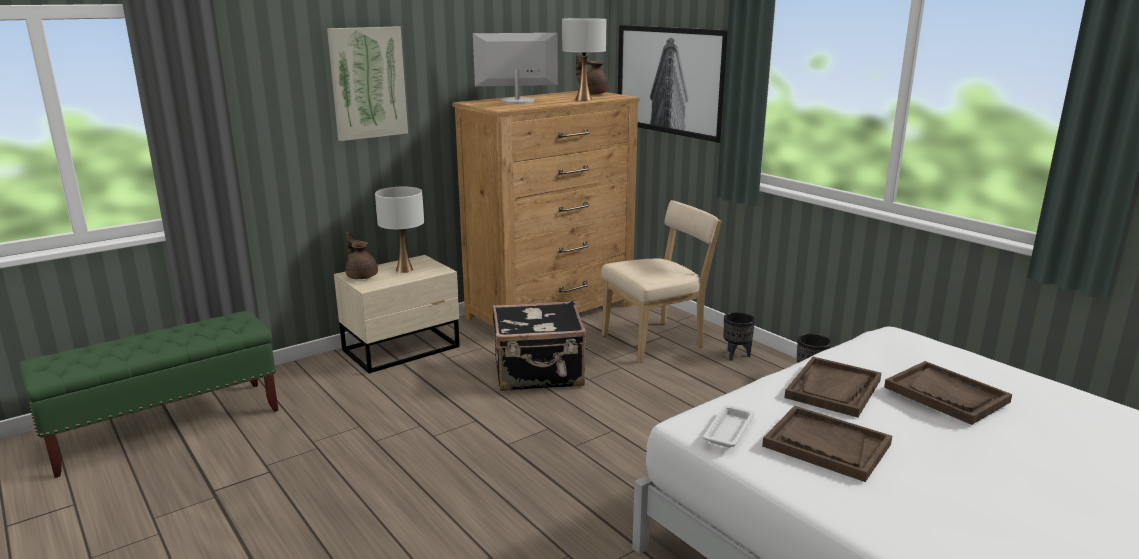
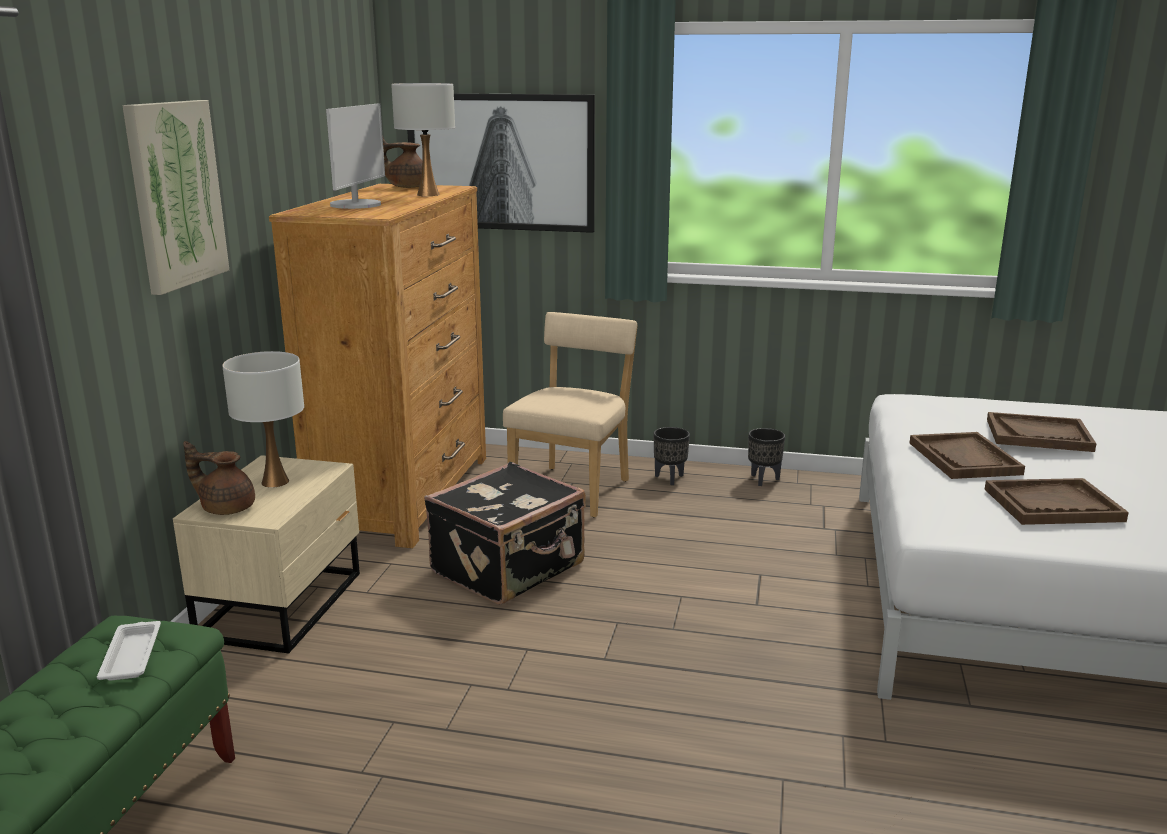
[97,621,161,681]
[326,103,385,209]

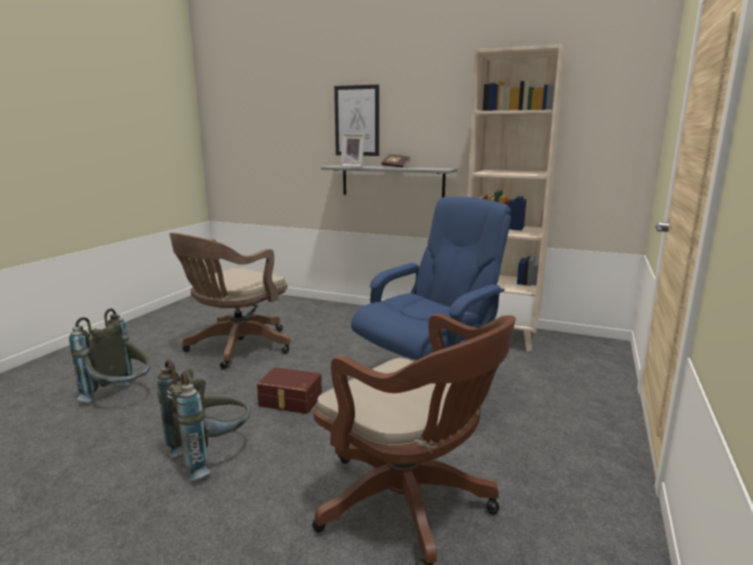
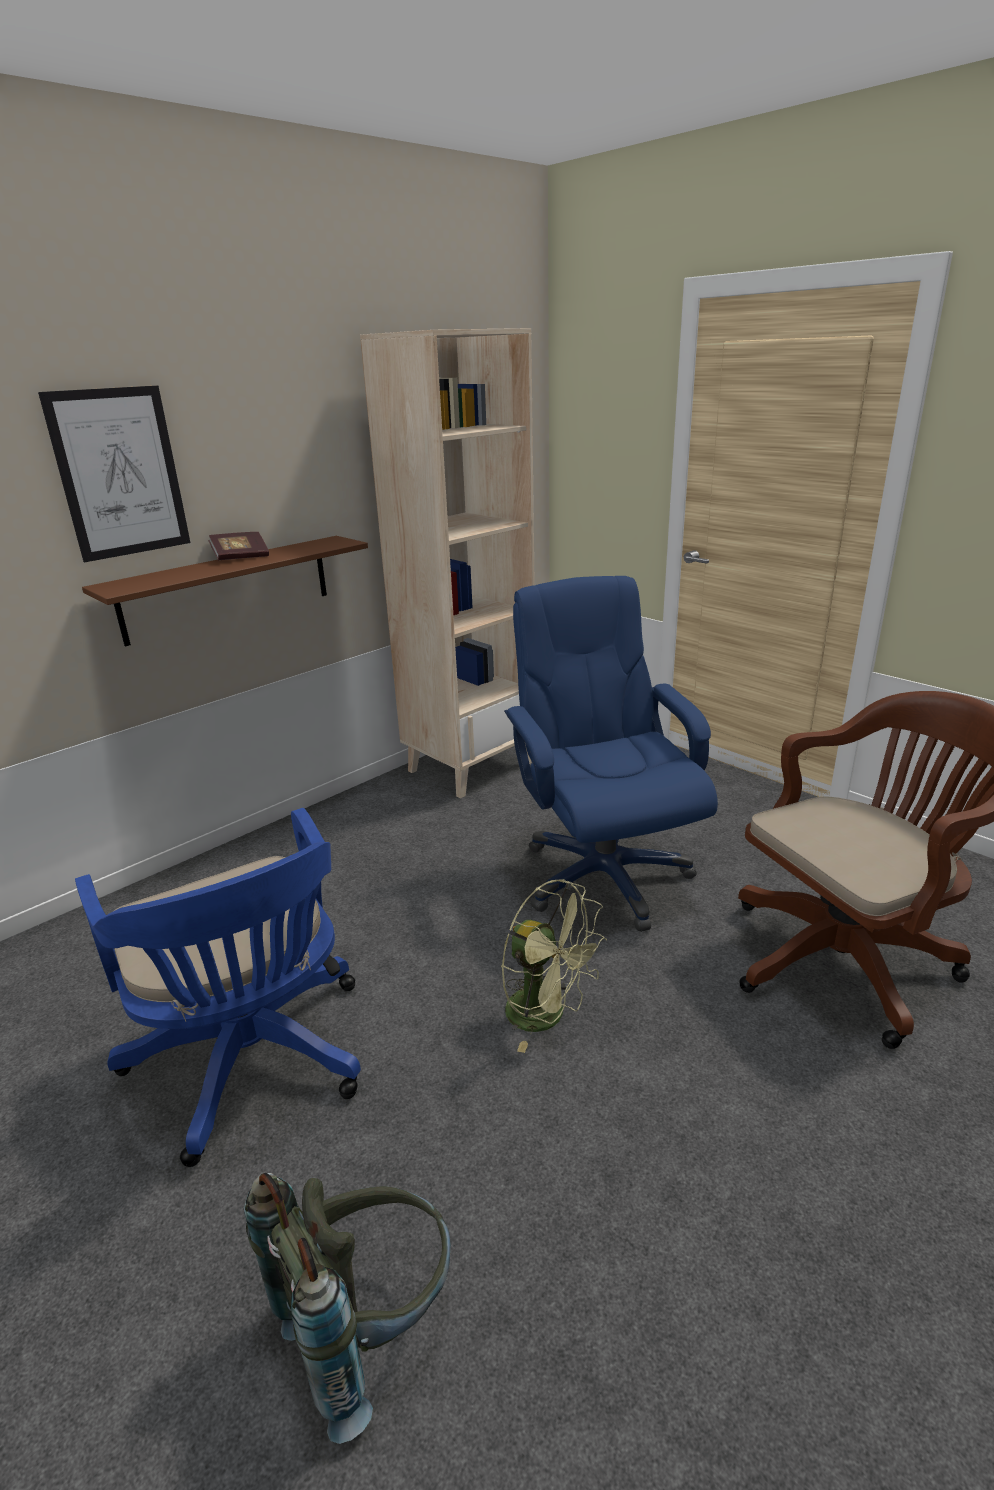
[75,808,361,1167]
[82,536,368,646]
[501,879,607,1053]
[157,360,250,481] (first image)
[340,134,365,167] (first image)

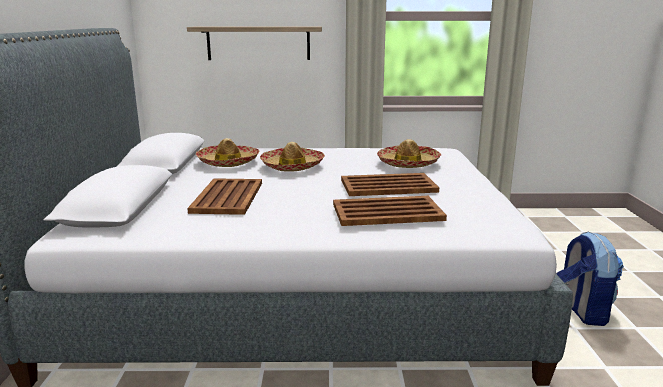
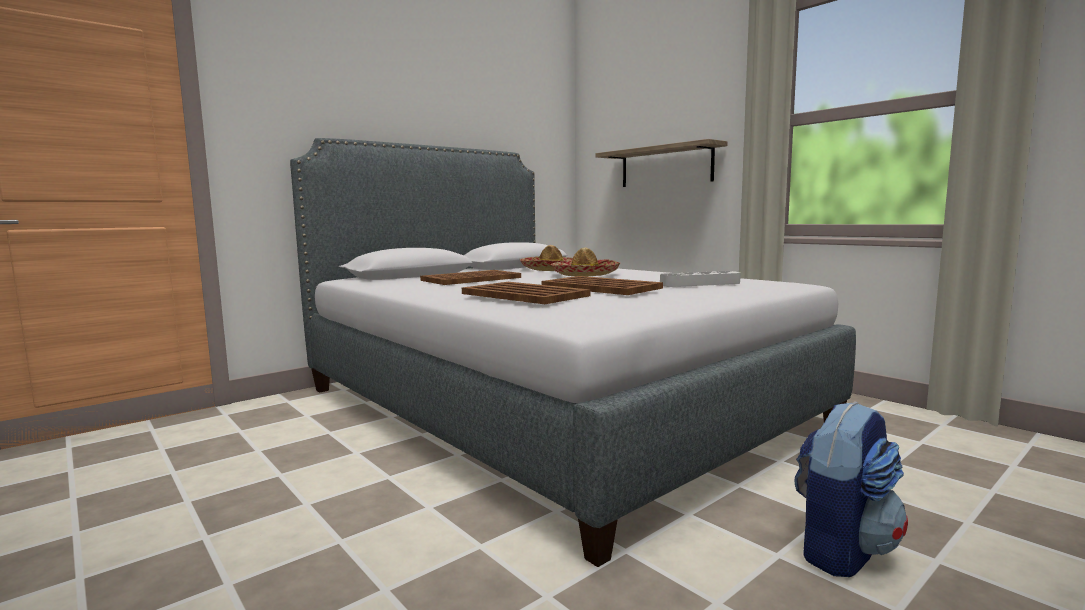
[660,271,740,287]

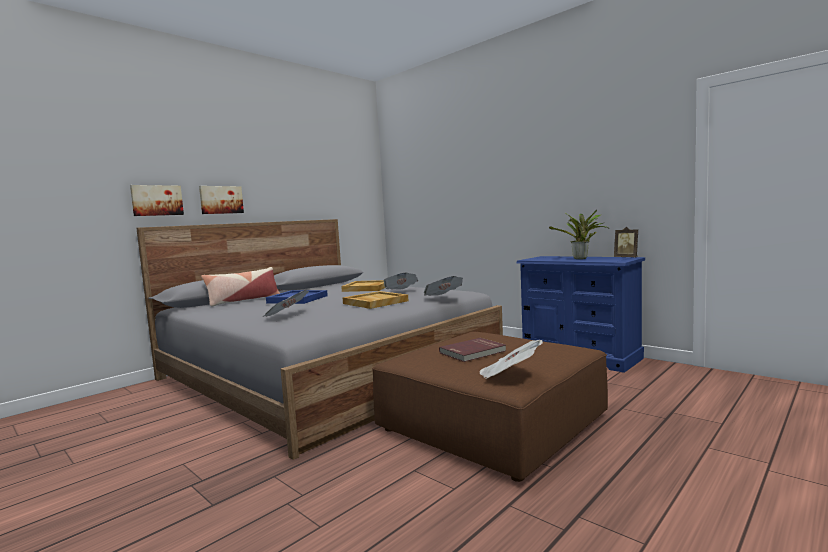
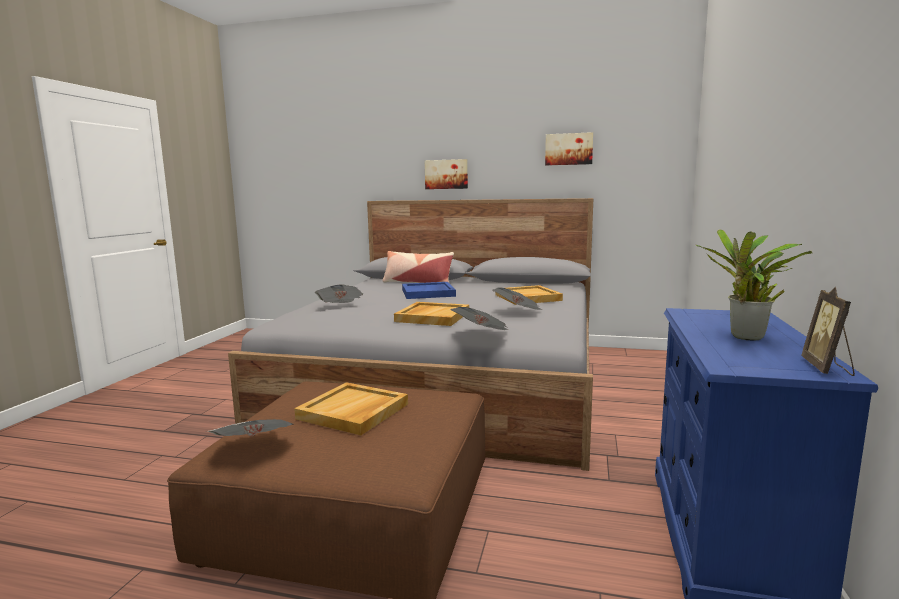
[294,382,408,435]
[545,132,593,165]

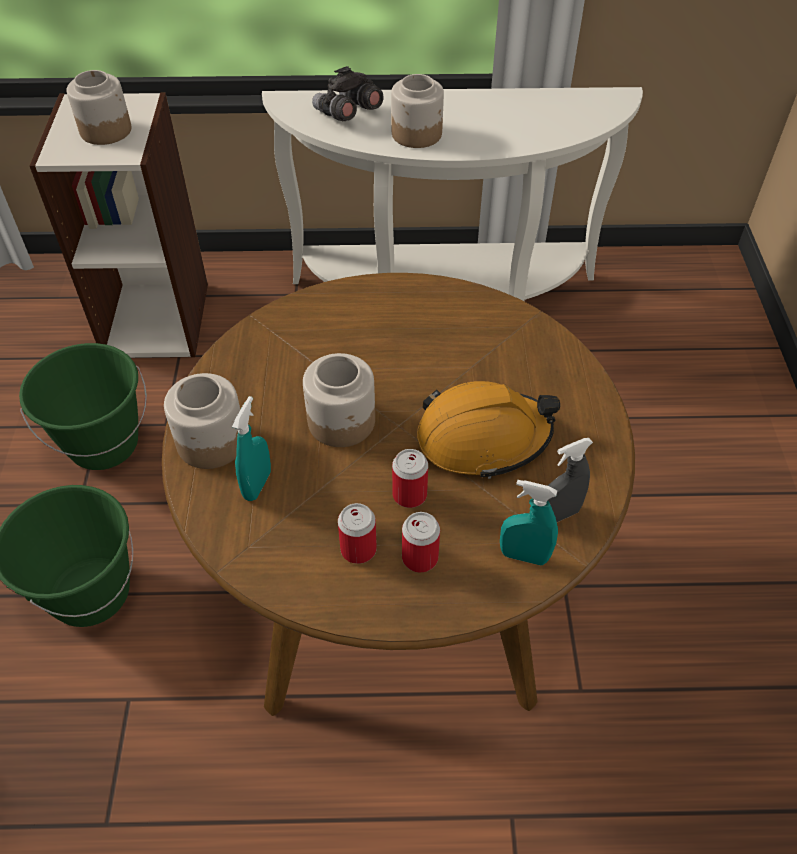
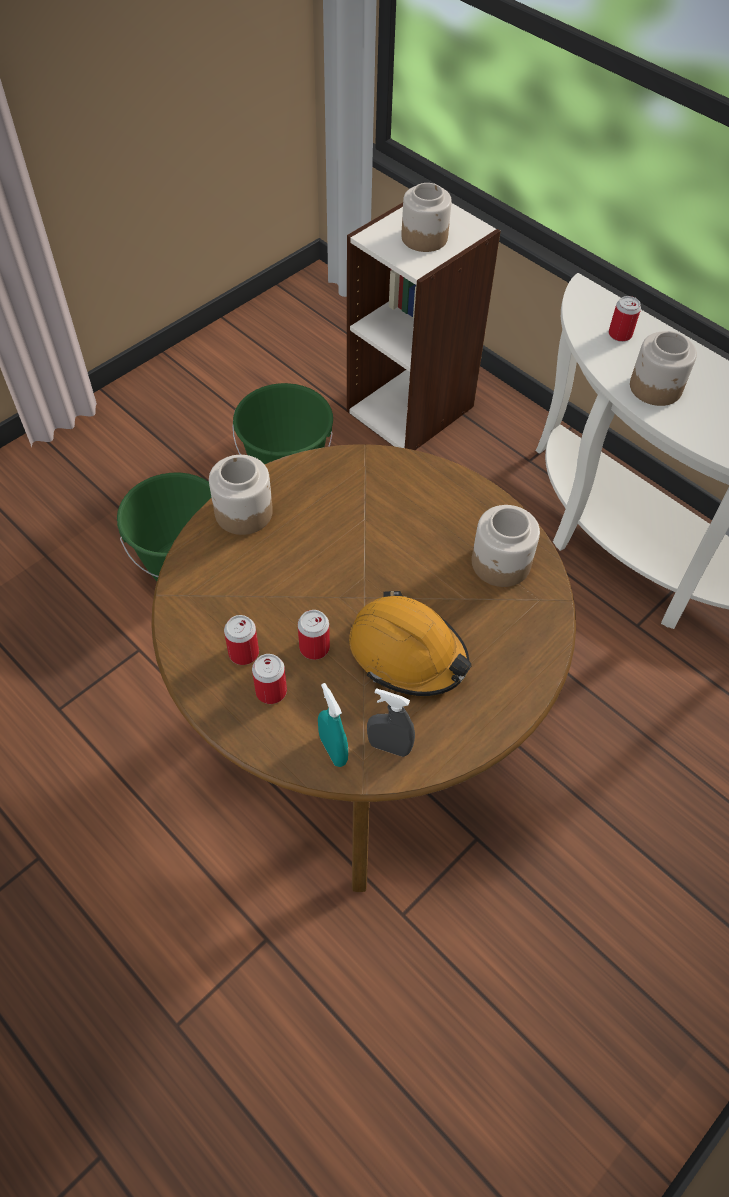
[472,505,540,587]
[609,296,641,342]
[232,396,271,501] (first image)

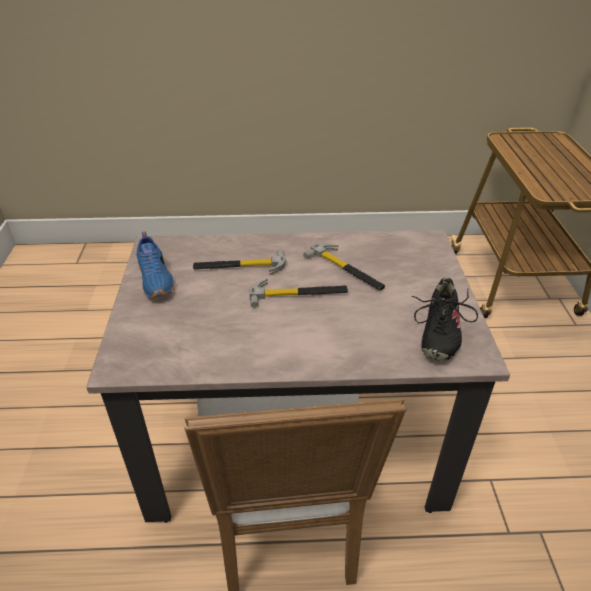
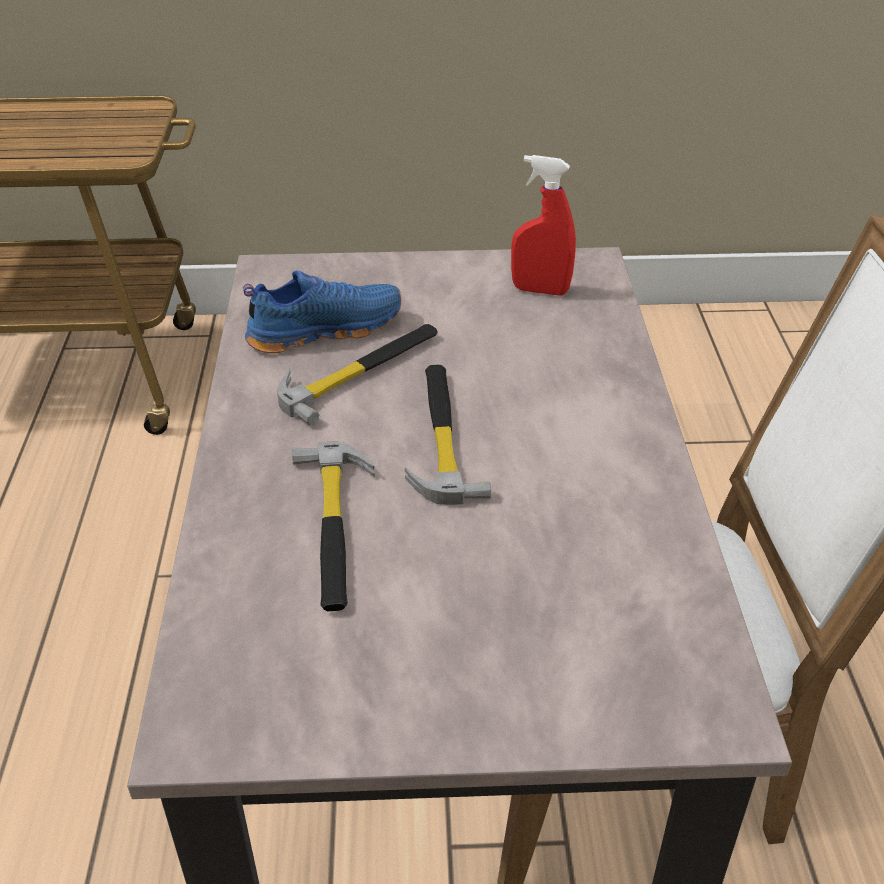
[243,270,402,353]
[511,155,576,296]

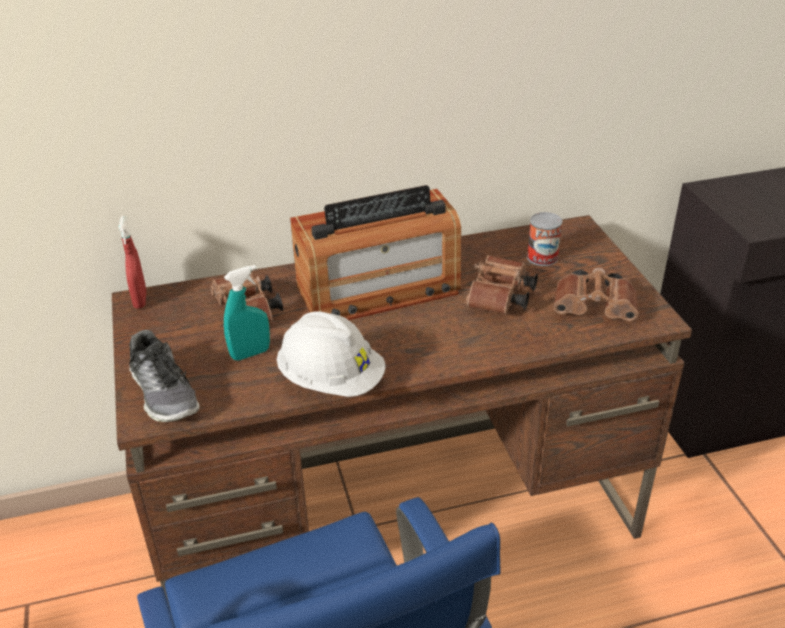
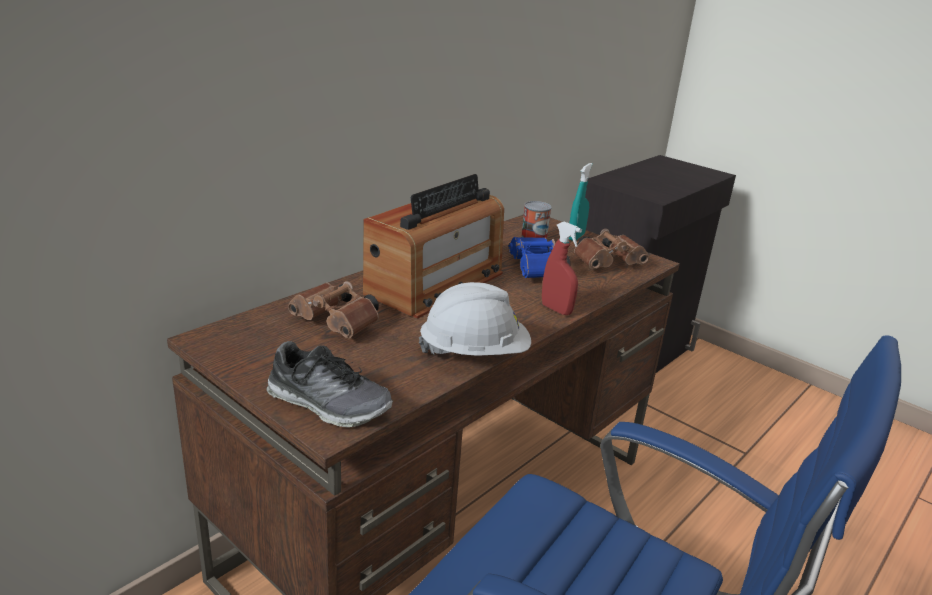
[508,237,571,278]
[542,222,582,315]
[569,163,593,241]

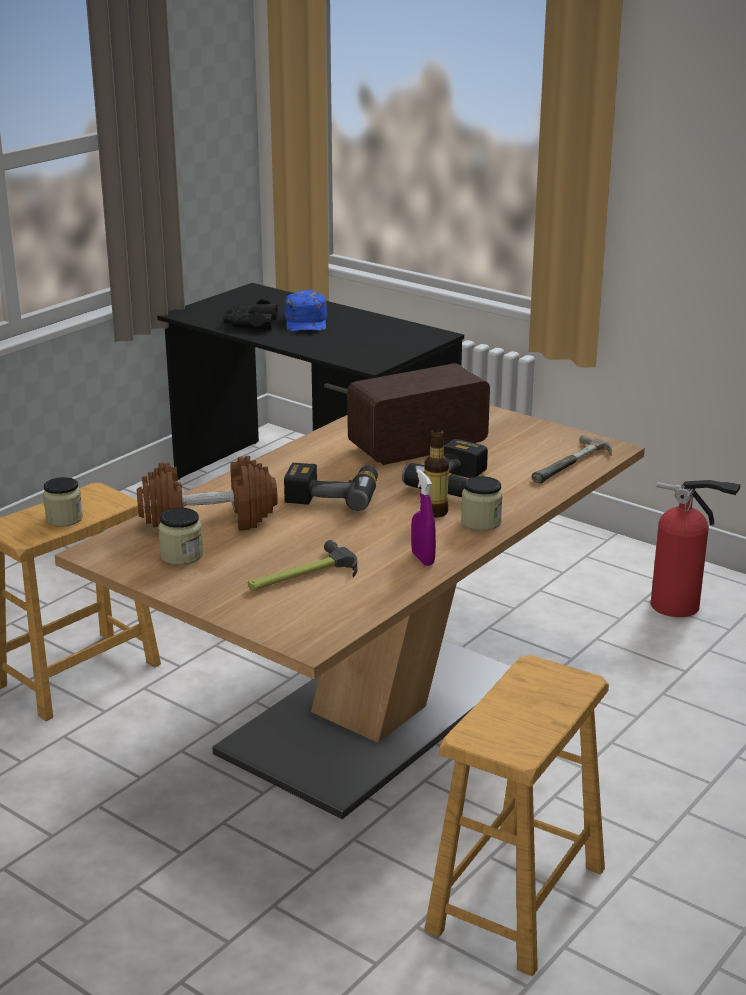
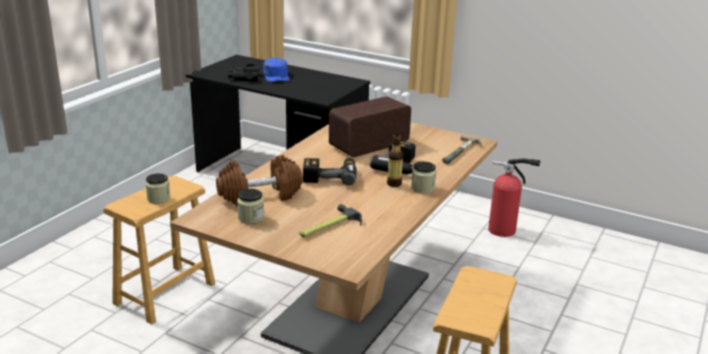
[411,469,436,566] (first image)

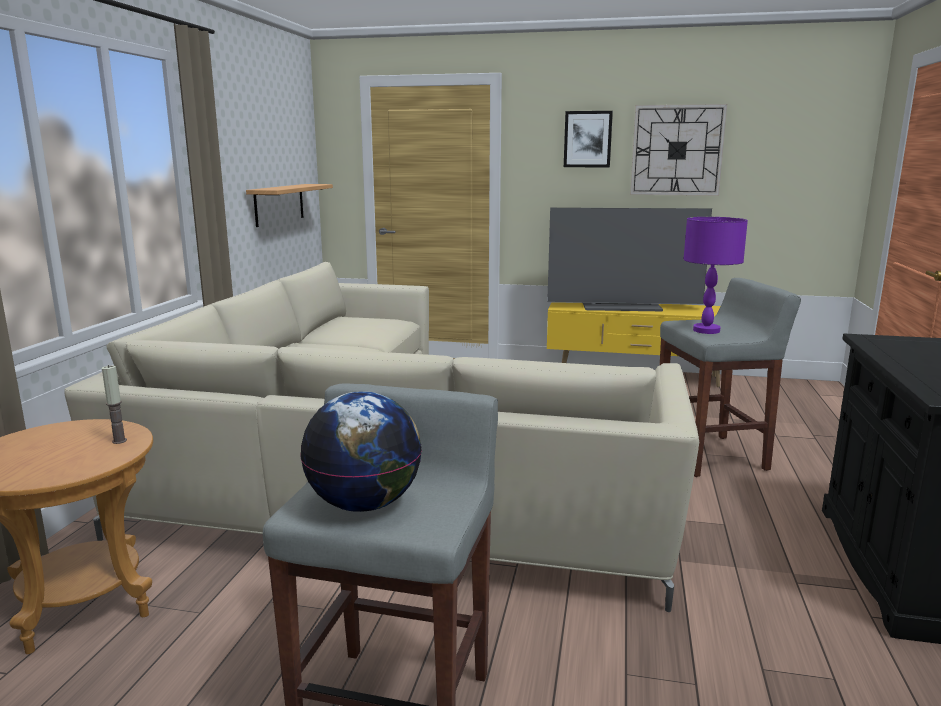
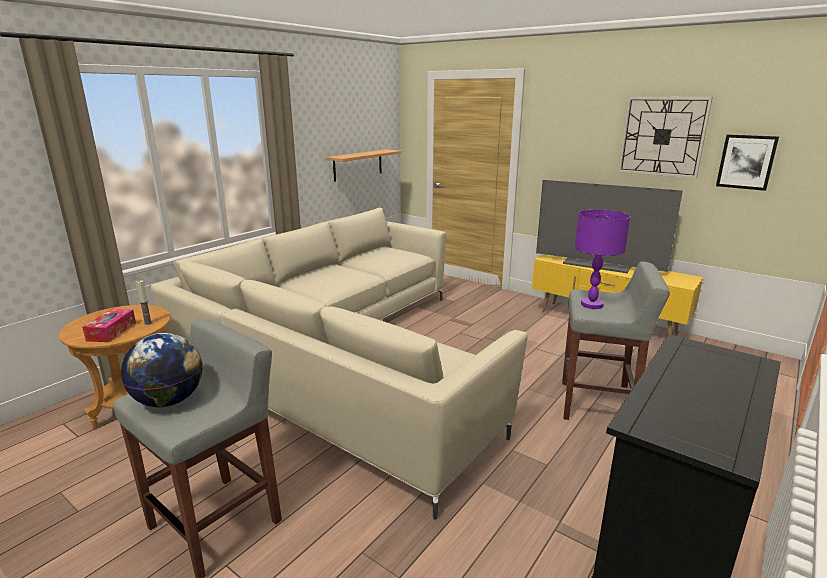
[82,309,136,342]
[716,134,779,191]

